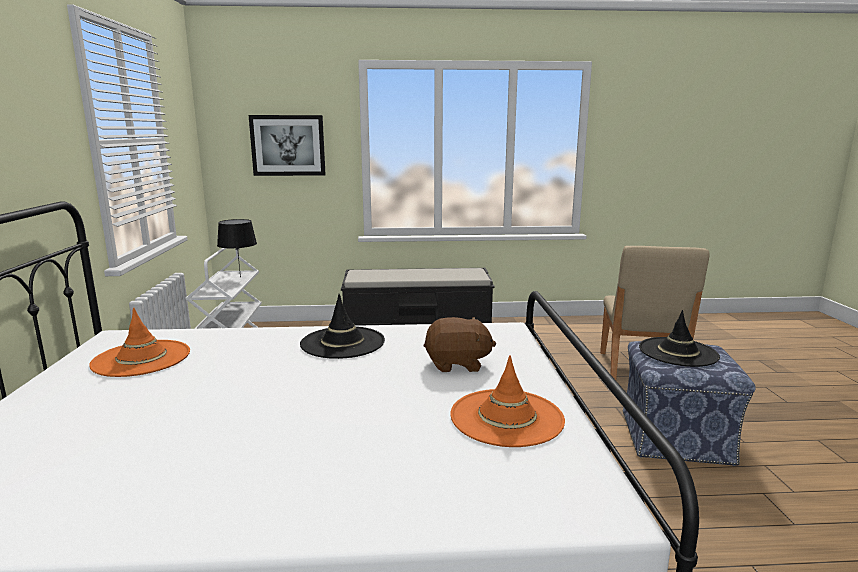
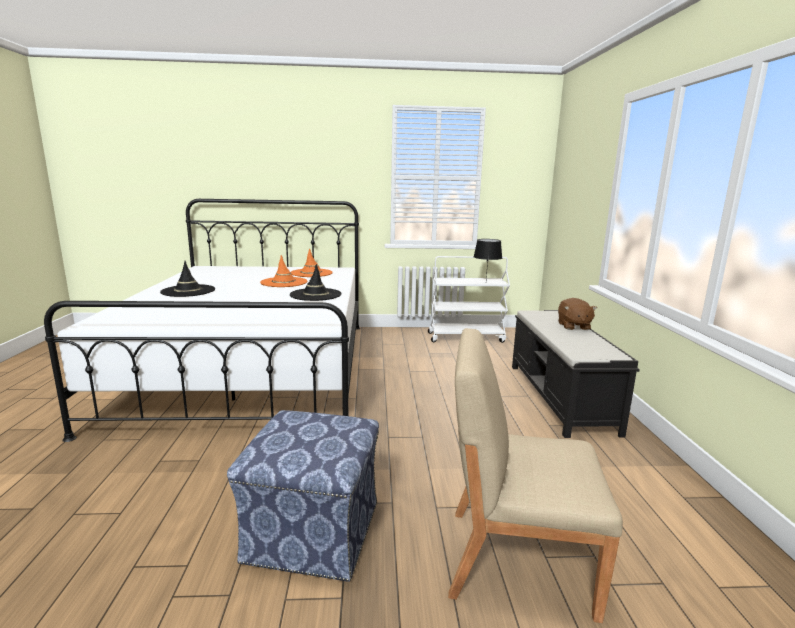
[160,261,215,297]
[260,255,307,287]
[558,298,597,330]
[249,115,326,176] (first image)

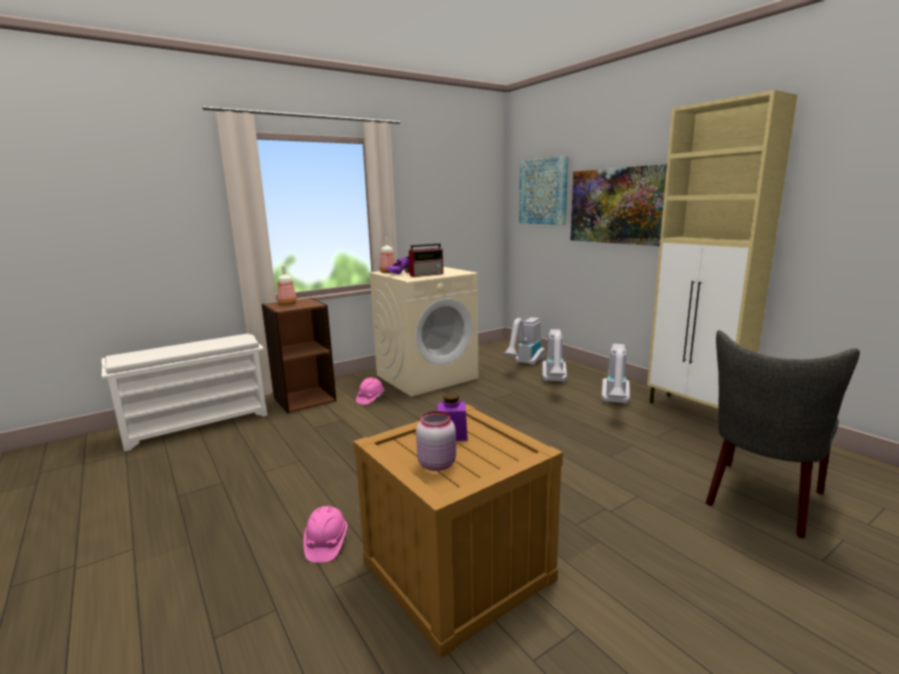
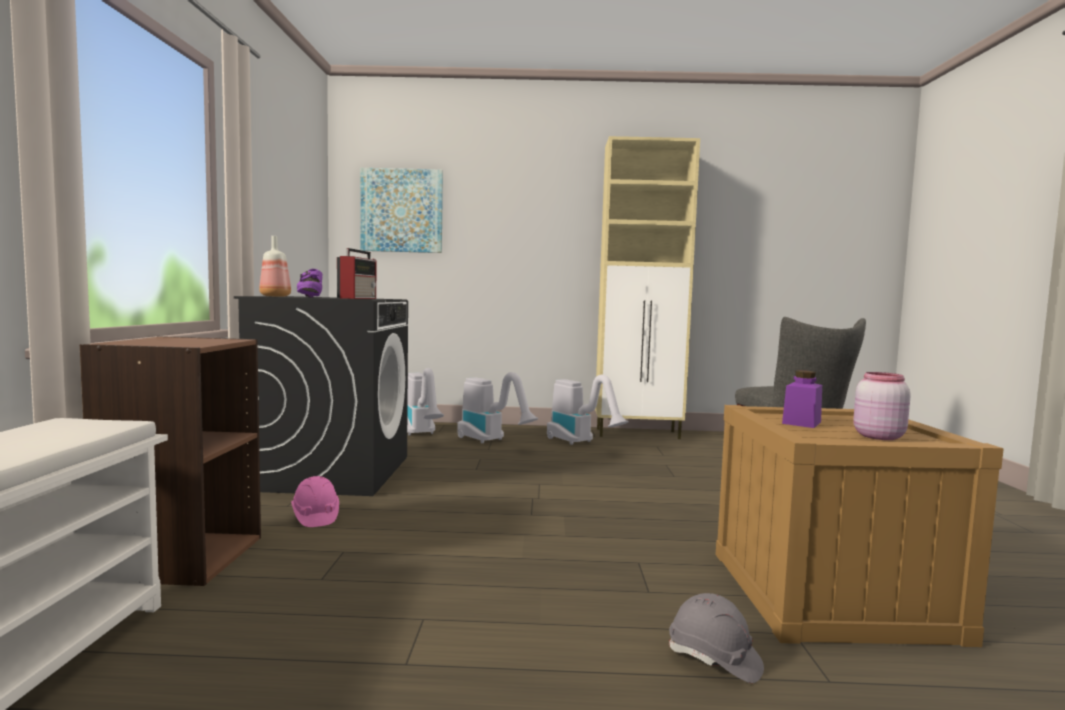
[234,296,408,496]
[669,593,764,683]
[277,266,297,305] (first image)
[571,164,667,246] (first image)

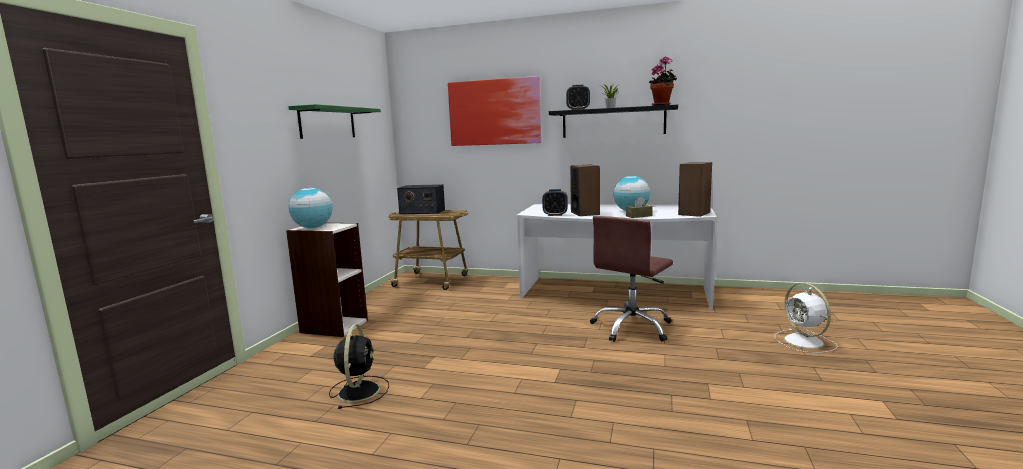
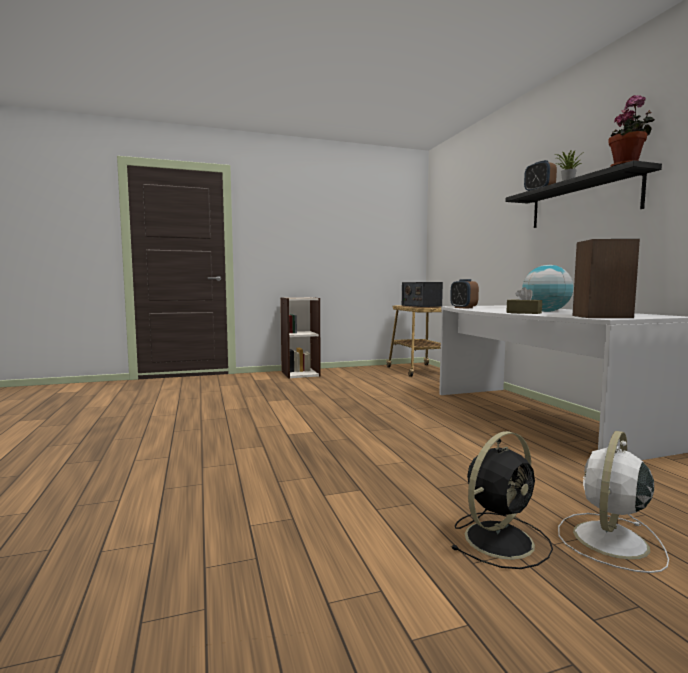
[451,431,553,569]
[288,104,381,139] (first image)
[289,188,332,228] (first image)
[448,76,541,146] (first image)
[570,165,600,216] (first image)
[590,216,673,342] (first image)

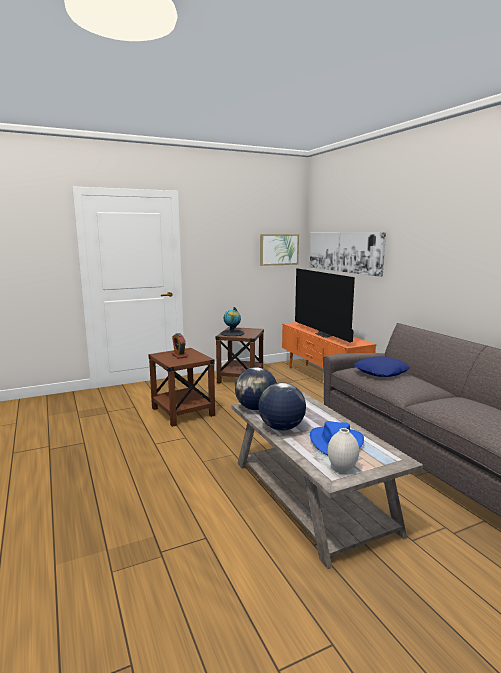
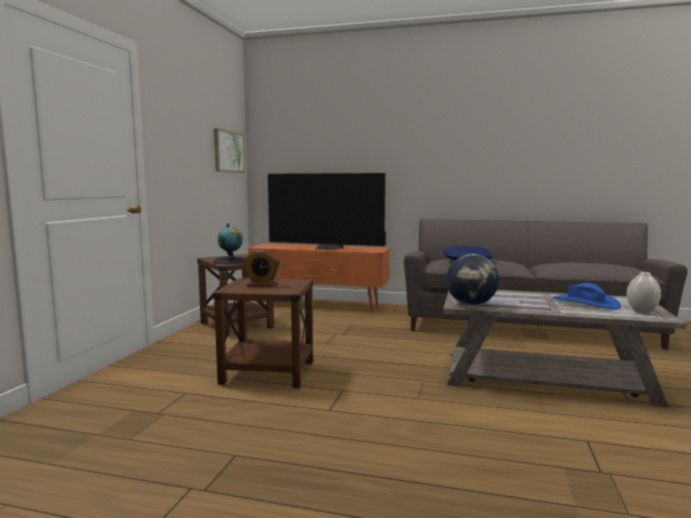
[258,383,306,431] (first image)
[310,232,386,277] (first image)

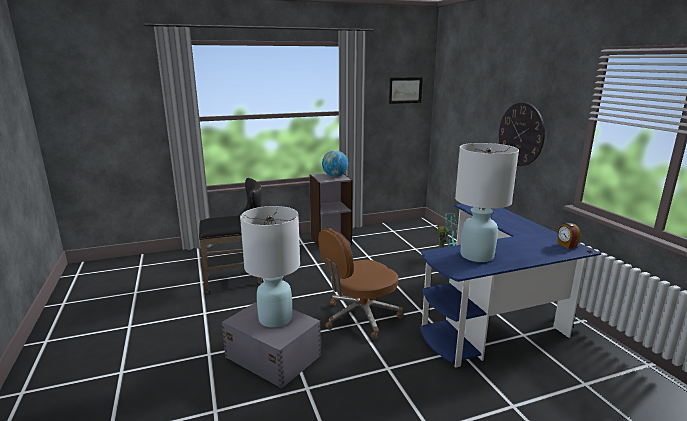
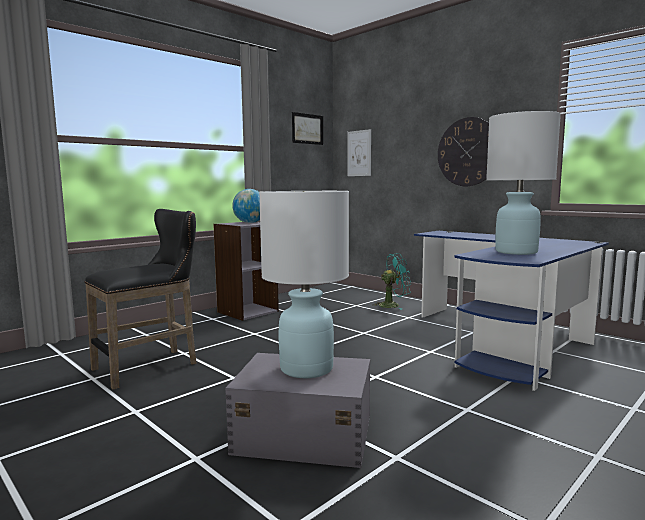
[347,129,371,176]
[318,228,404,340] (first image)
[558,223,580,249] (first image)

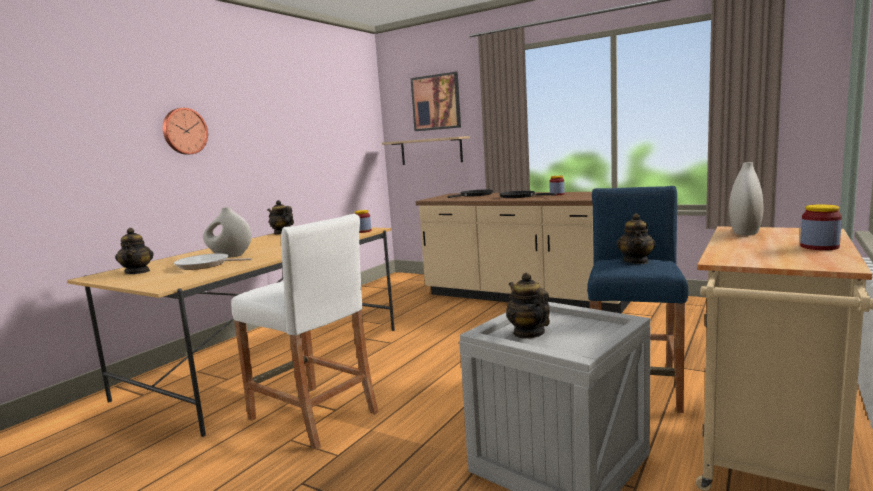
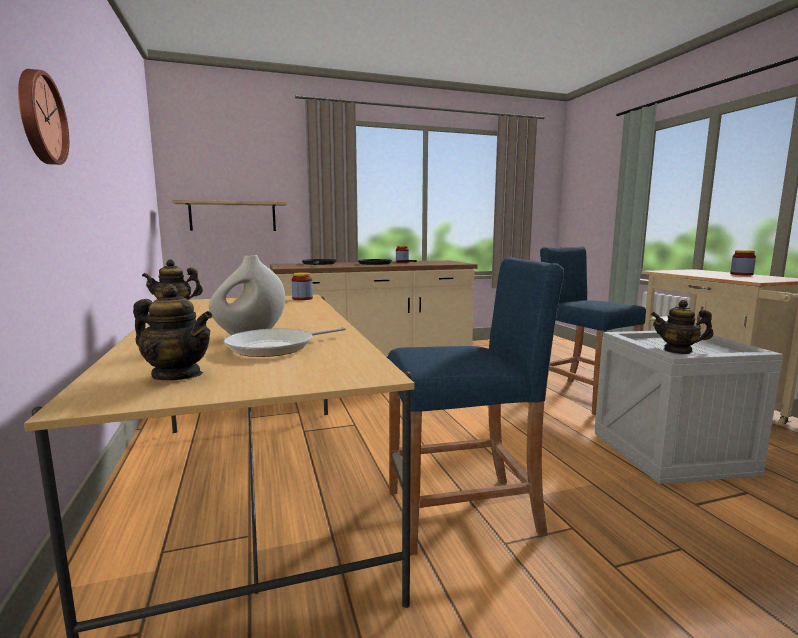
[387,257,564,555]
[411,72,461,131] (first image)
[617,213,656,264] (first image)
[729,162,763,235] (first image)

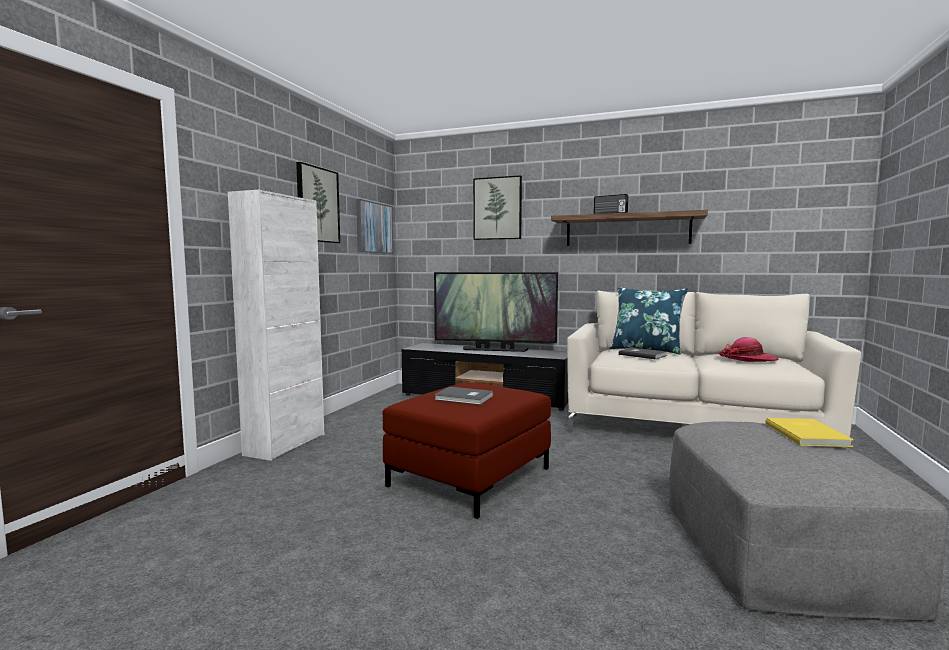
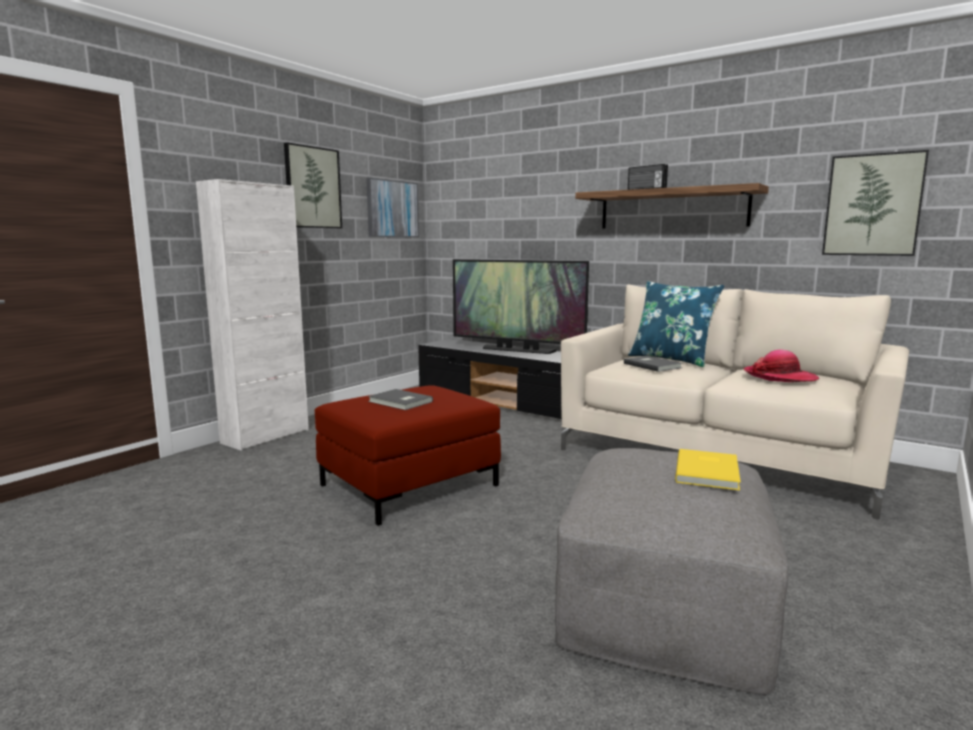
[822,150,929,256]

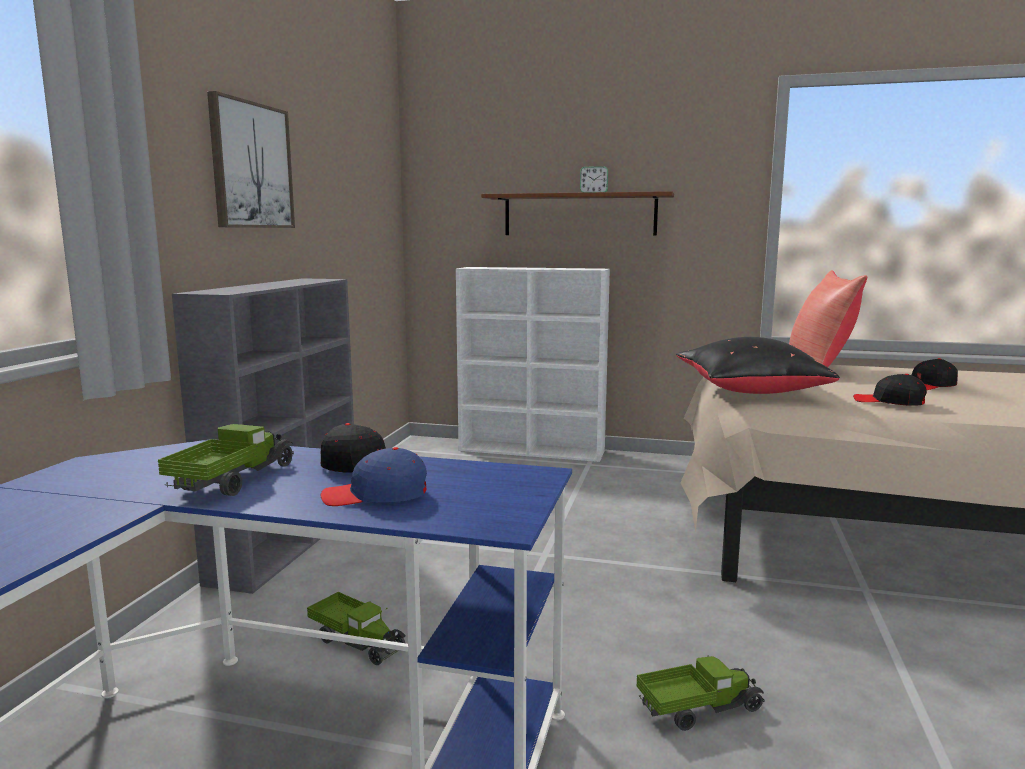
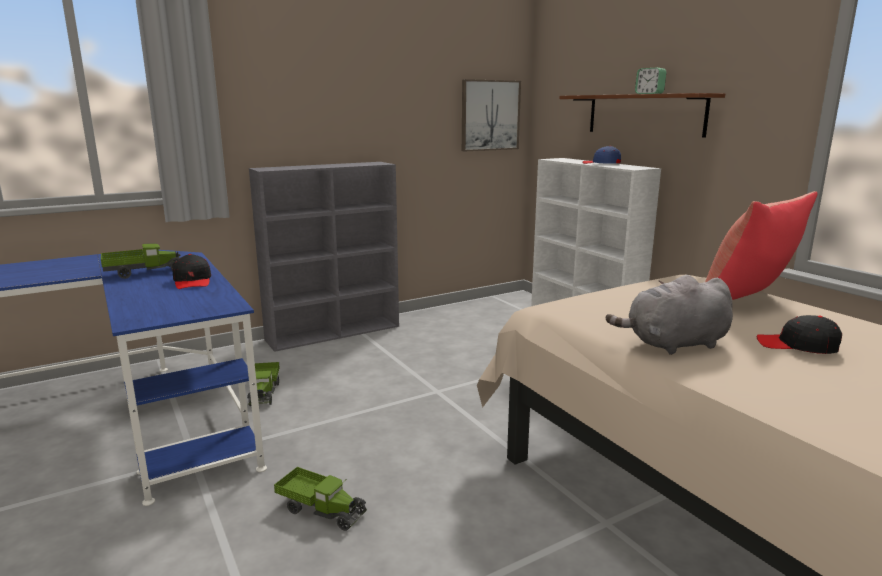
[462,79,521,152]
[582,146,621,164]
[606,275,733,355]
[676,337,840,394] (first image)

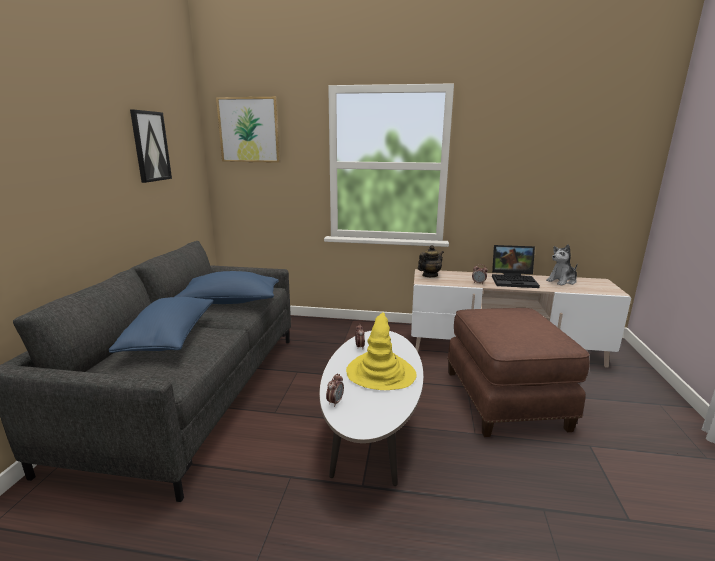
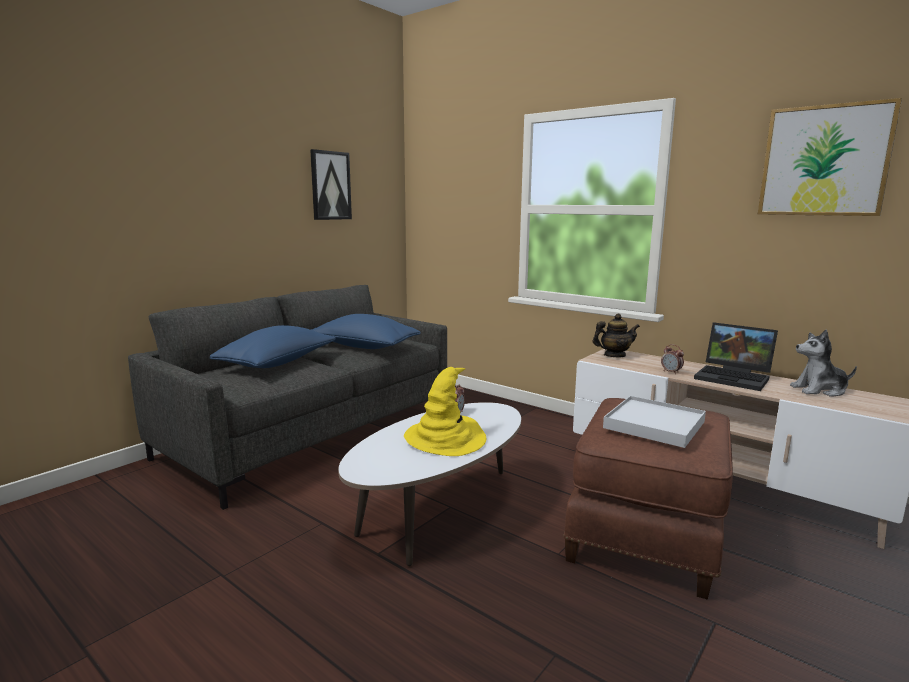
[603,396,706,448]
[758,98,902,216]
[326,374,344,407] (first image)

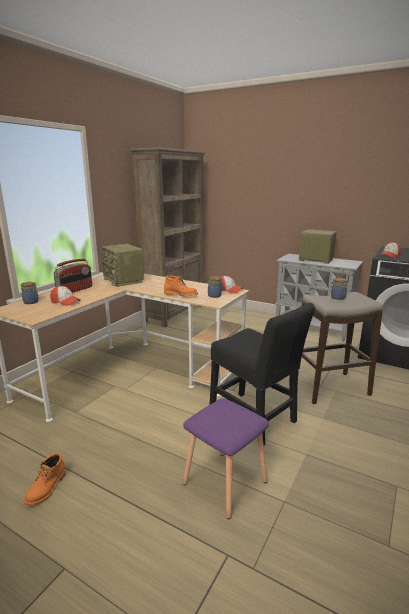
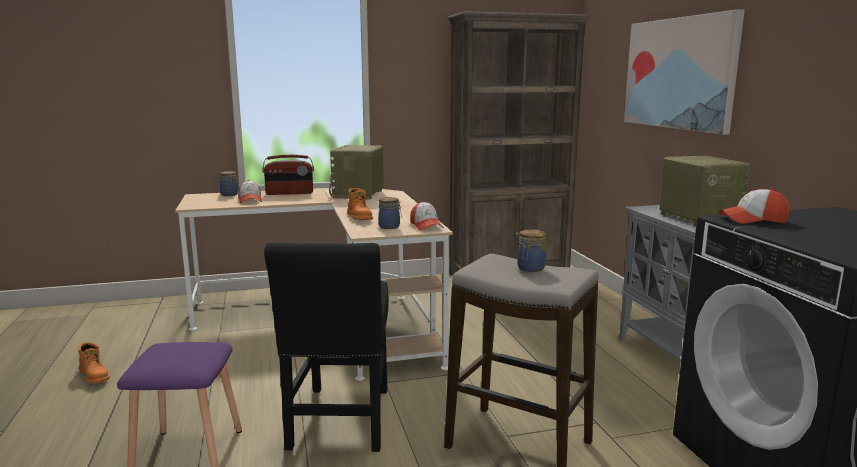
[78,342,109,383]
[624,9,745,135]

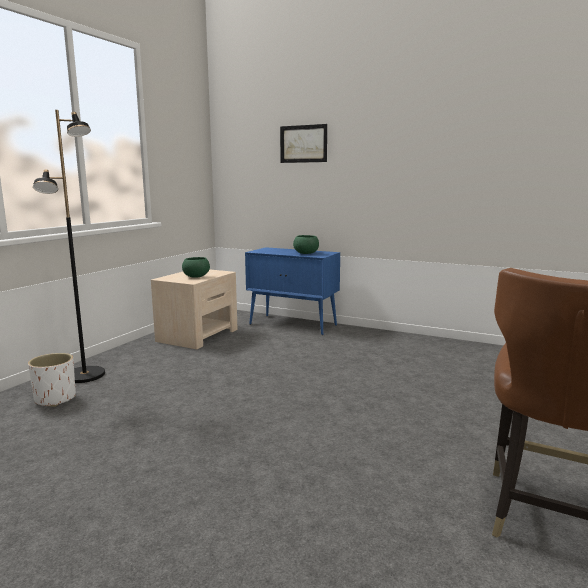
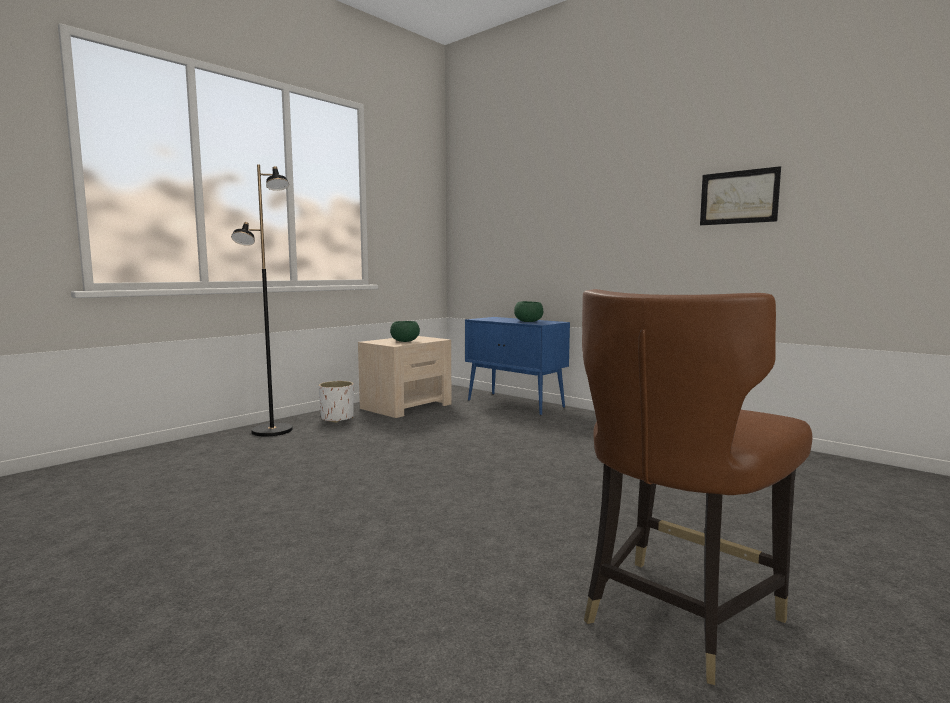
[319,381,354,423]
[700,166,781,225]

